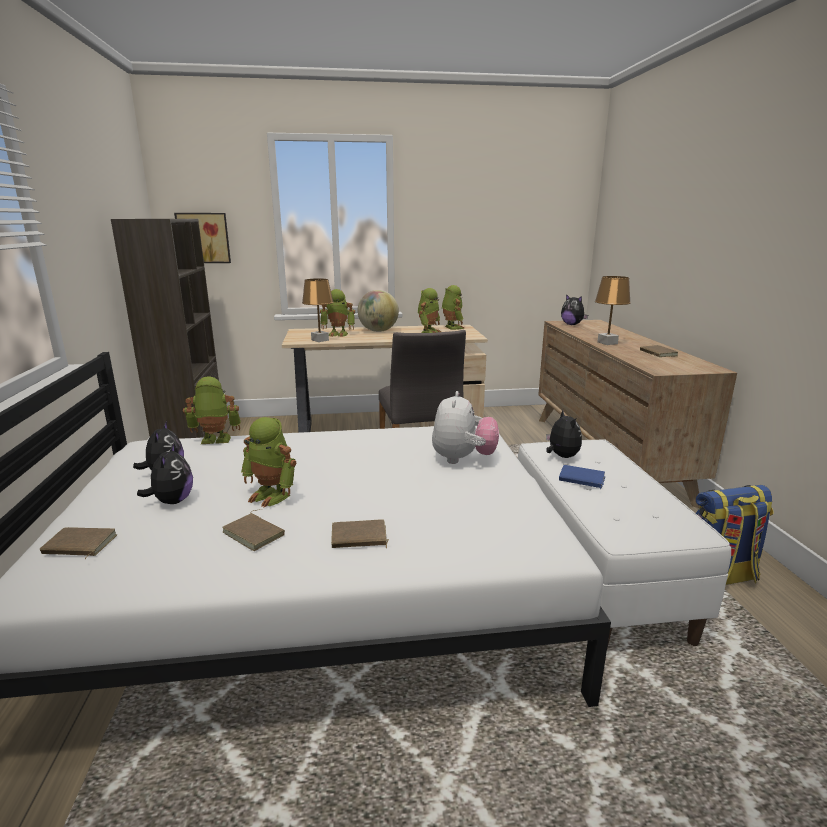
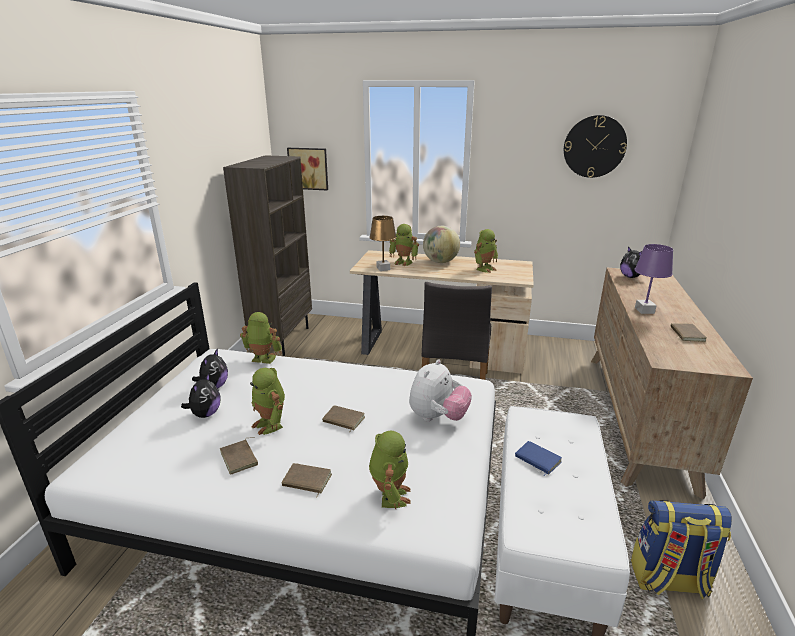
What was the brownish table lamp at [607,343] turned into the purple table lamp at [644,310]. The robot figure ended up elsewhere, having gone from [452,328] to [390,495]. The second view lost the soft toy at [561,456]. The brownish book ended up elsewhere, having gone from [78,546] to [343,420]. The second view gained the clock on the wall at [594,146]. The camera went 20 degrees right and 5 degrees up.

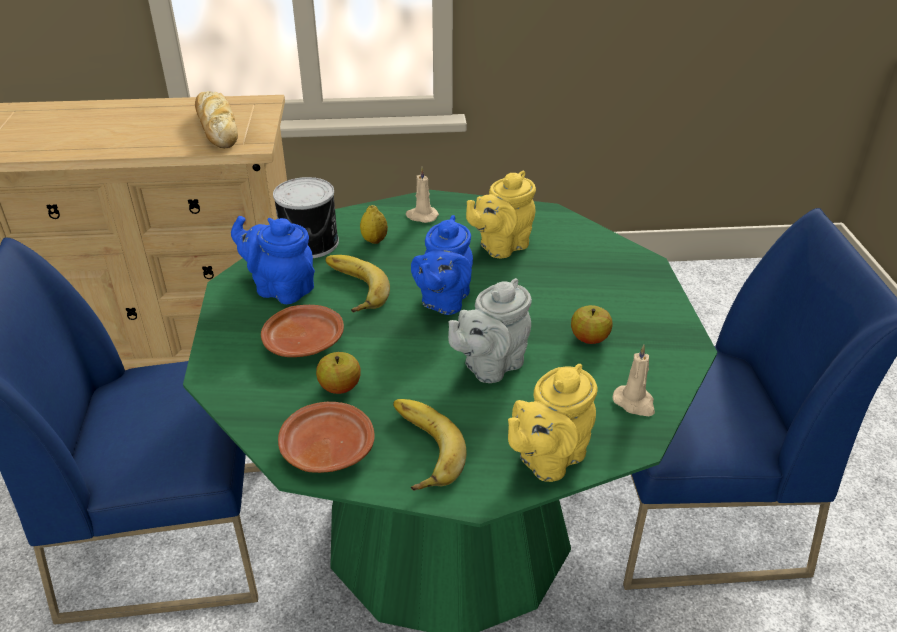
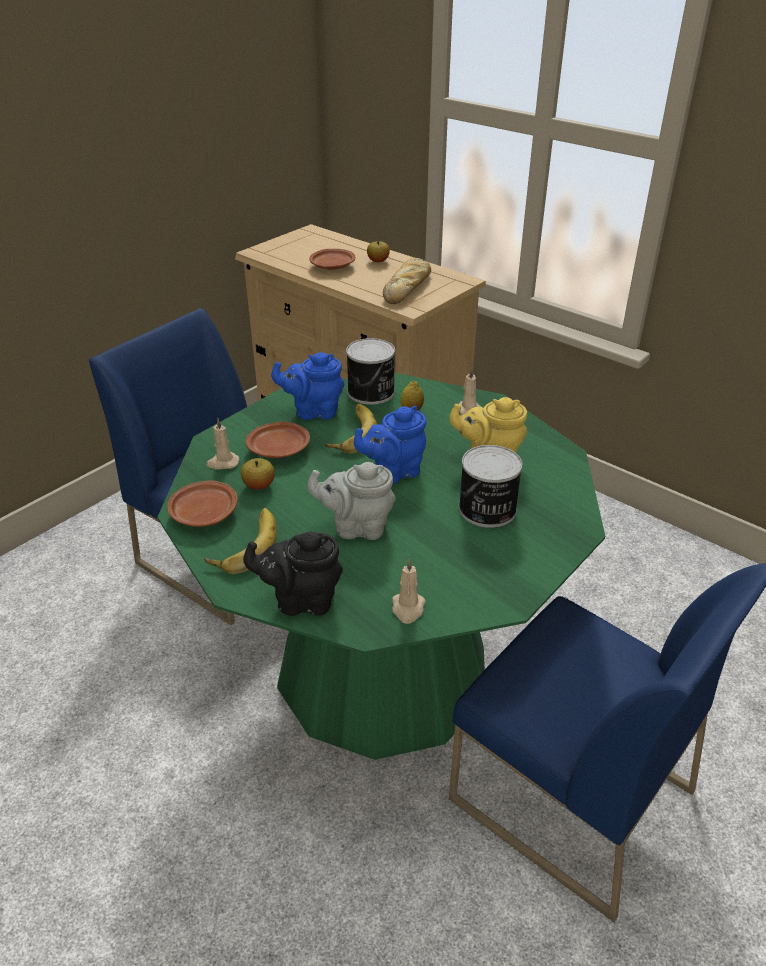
The blue teapot at [280,288] ended up facing another way, 75 degrees counterclockwise from before. The apple fruit ended up elsewhere, having gone from [589,339] to [378,261]. What was the yellow teapot at [548,459] turned into the black-coloured teapot at [301,600]. The second view gained the brownish dinner plate at [332,266]. The second view gained the sand-coloured wax light at [222,463]. The second view gained the can at [487,510]. The camera went 45 degrees right and 0 degrees up.

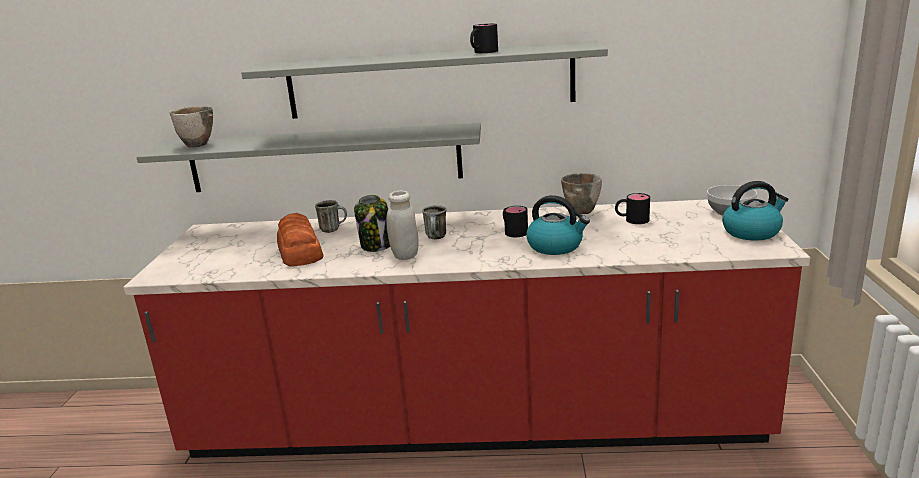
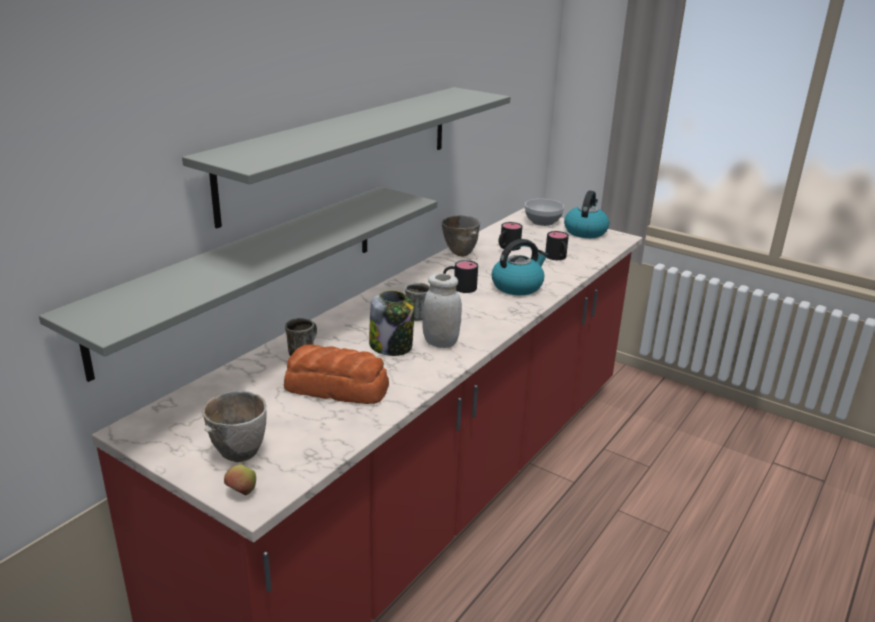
The black-coloured coffee mug ended up elsewhere, having gone from [482,52] to [557,258]. The deep dish ended up elsewhere, having gone from [199,145] to [242,452]. The second view gained the apple fruit at [241,493]. The camera went 60 degrees left and 5 degrees up.

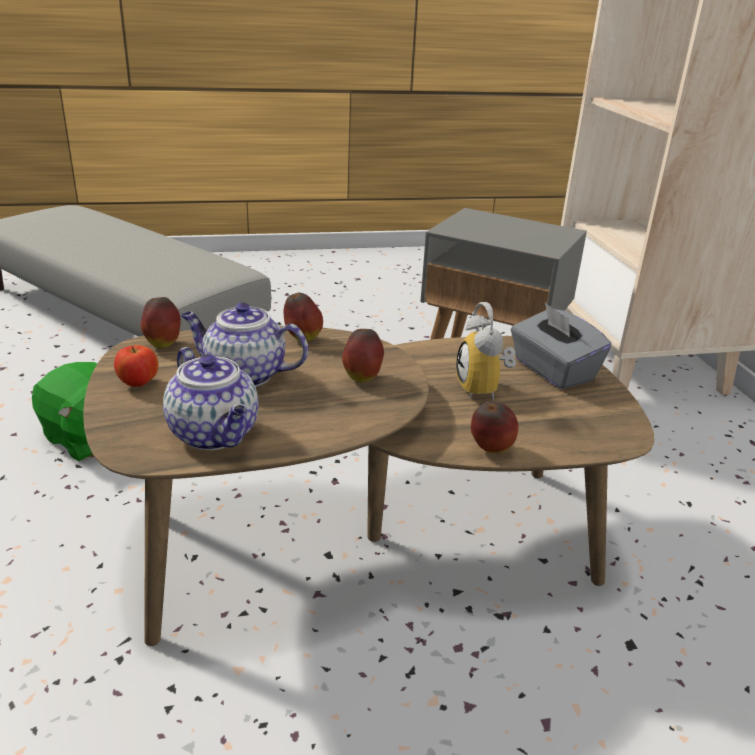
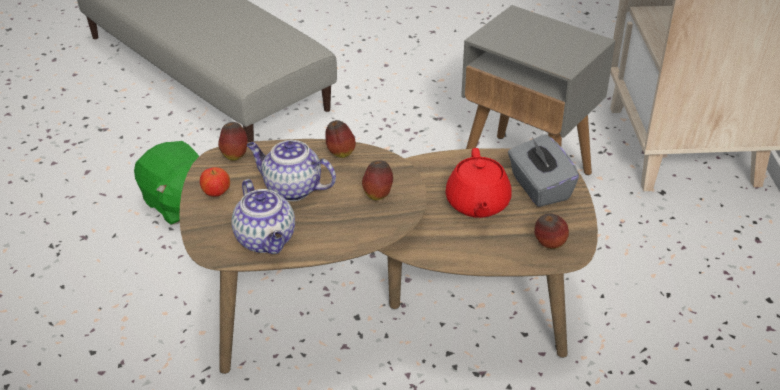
Where the table clock stood at [485,390], the red teapot came to stand at [477,204]. The apple fruit ended up elsewhere, having gone from [490,450] to [549,245]. The camera went 10 degrees right and 10 degrees up.

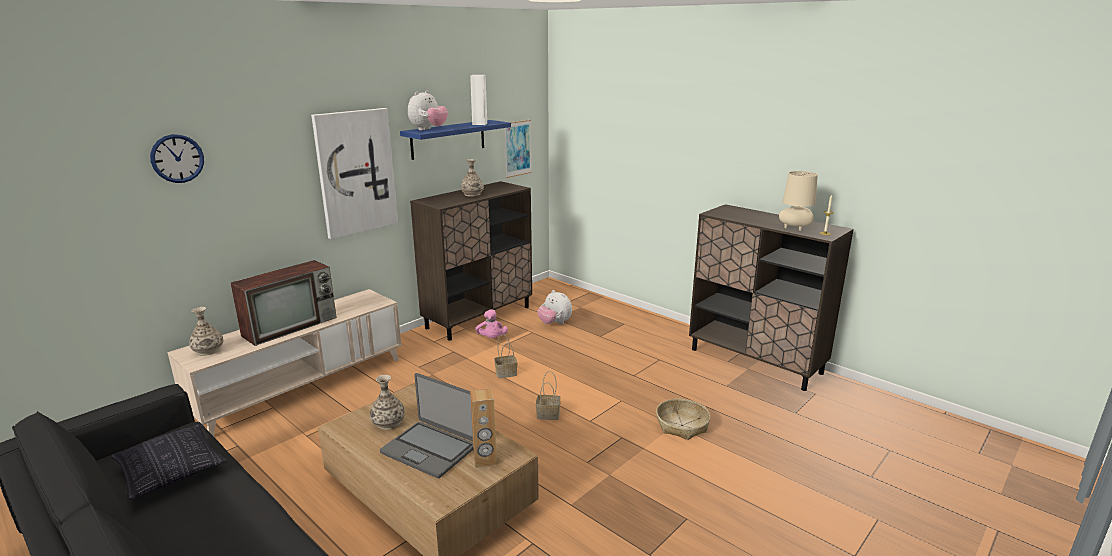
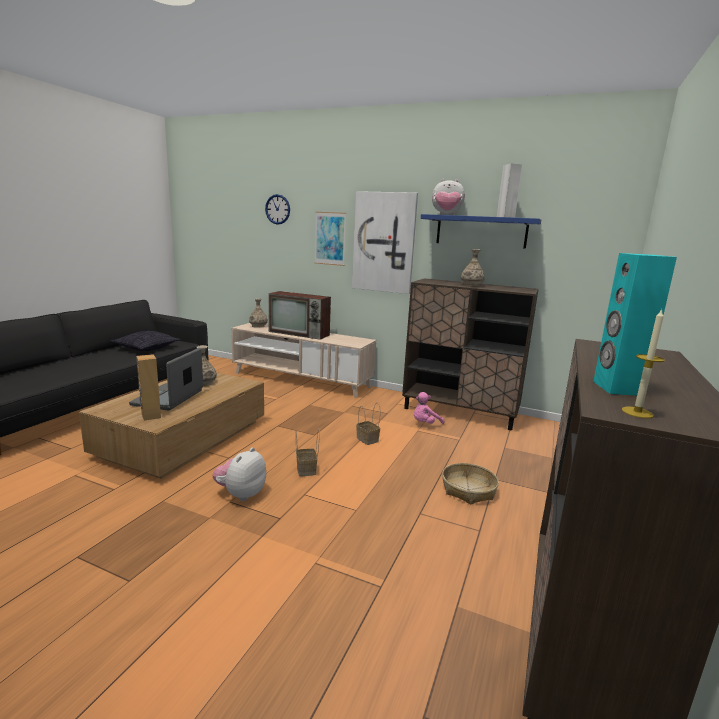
The picture ended up elsewhere, having gone from [517,148] to [330,238]. Where the sand-coloured table lamp stood at [795,229], the turquoise-coloured loudspeaker came to stand at [617,388]. The soft toy ended up elsewhere, having gone from [554,323] to [241,494]. The household basket ended up elsewhere, having gone from [682,425] to [468,490]. The camera went 70 degrees right and 5 degrees down.

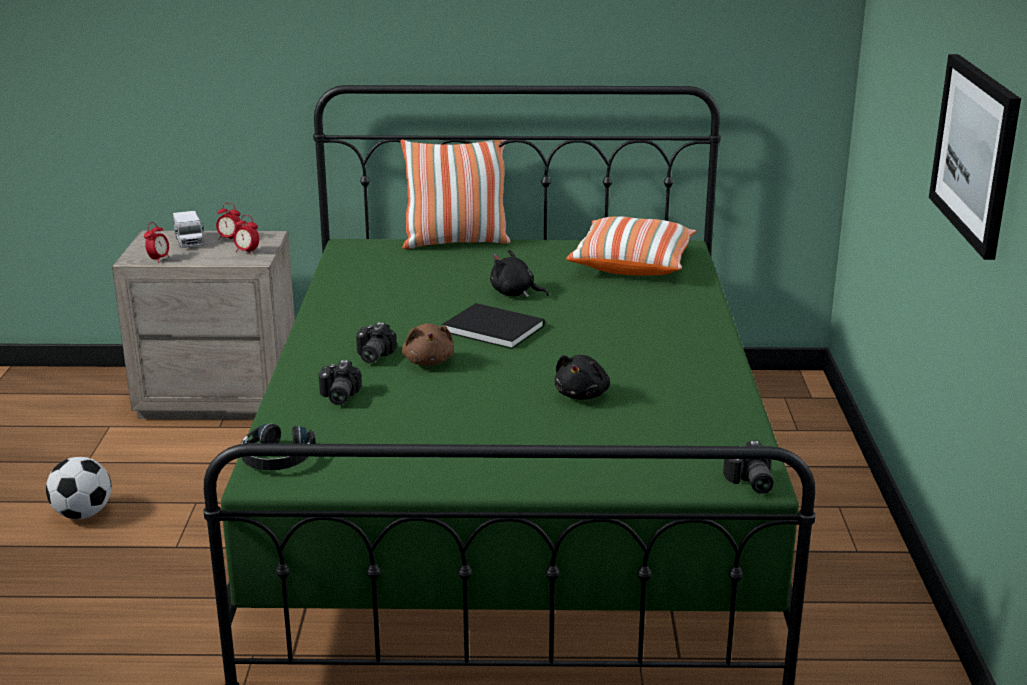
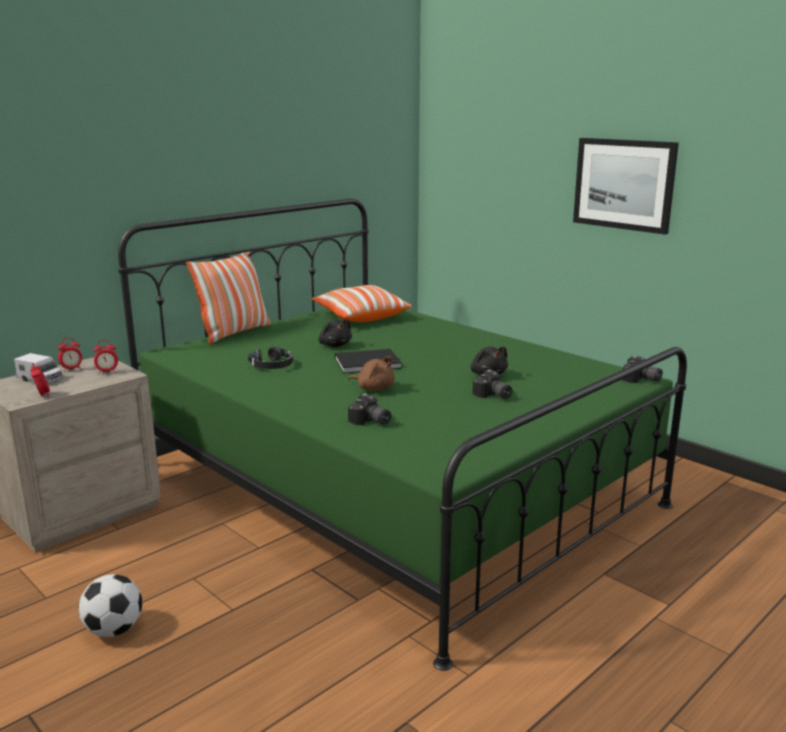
The black-coloured soft toy at [514,293] ended up facing another way, 105 degrees counterclockwise from before. The still camera ended up elsewhere, having gone from [371,356] to [492,396]. The black-coloured headset ended up elsewhere, having gone from [276,458] to [272,365]. The camera went 45 degrees left and 5 degrees down.

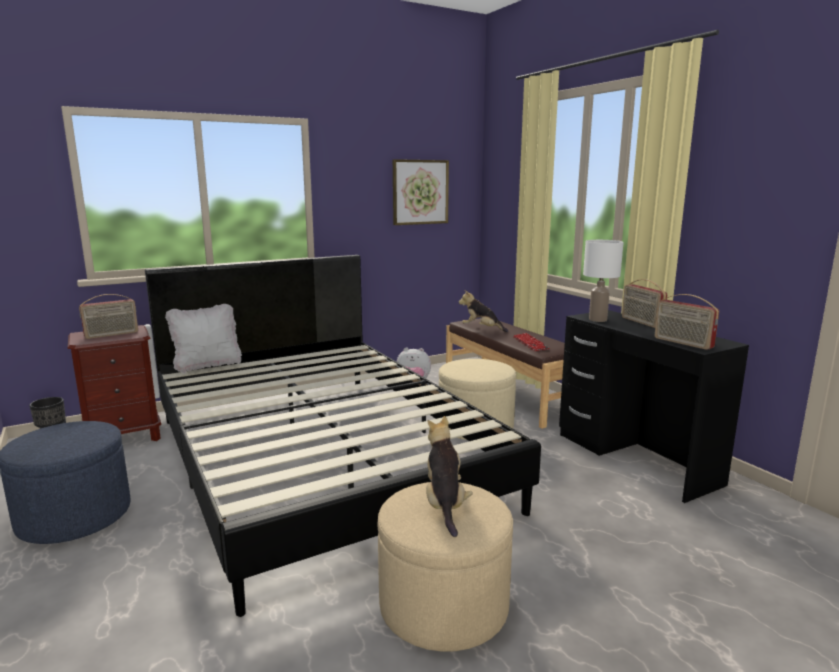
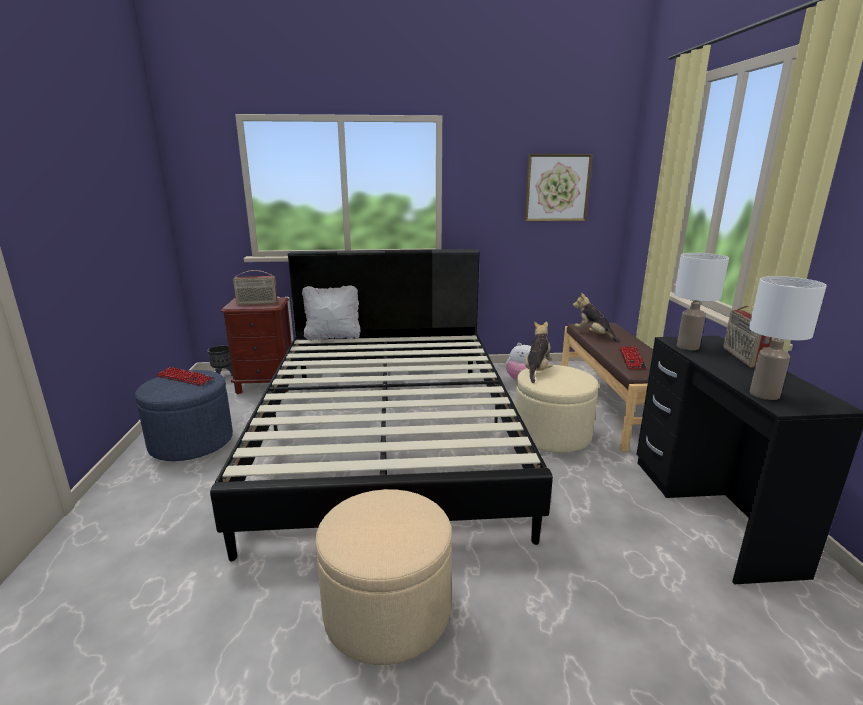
Where the radio stood at [682,343], the whitish table lamp came to stand at [765,394]. The soft toy ended up elsewhere, having gone from [445,504] to [537,371]. The second view gained the PC keyboard at [185,378]. The camera went 25 degrees right and 5 degrees up.

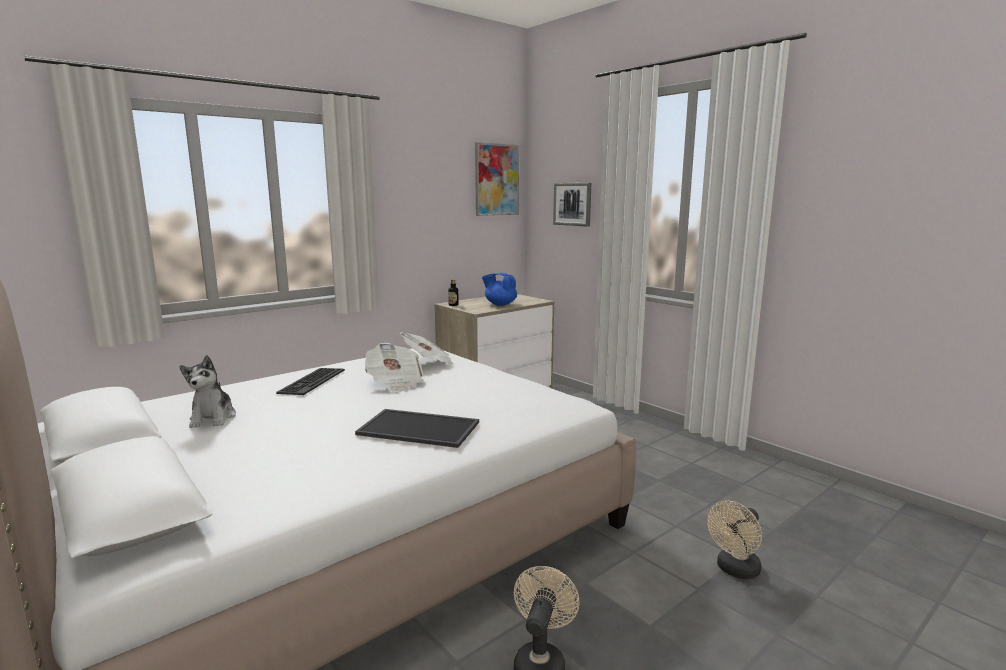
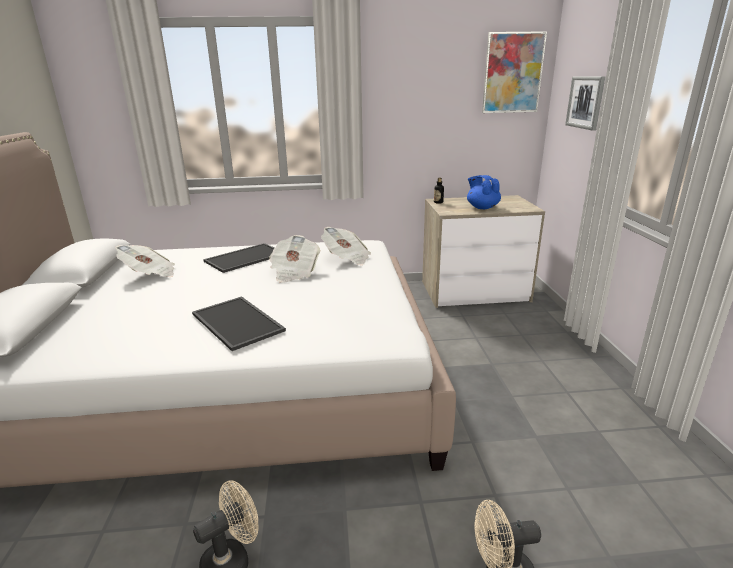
Where the soft toy stood at [213,418], the daily paper came to stand at [150,274]. Where the PC keyboard stood at [311,381], the tray came to stand at [245,257]. The camera went 35 degrees right and 10 degrees up.

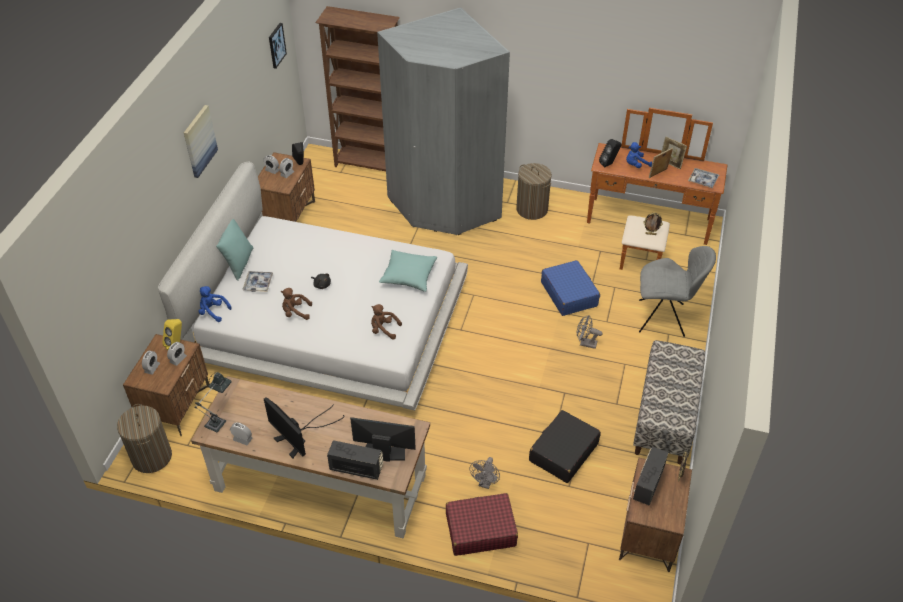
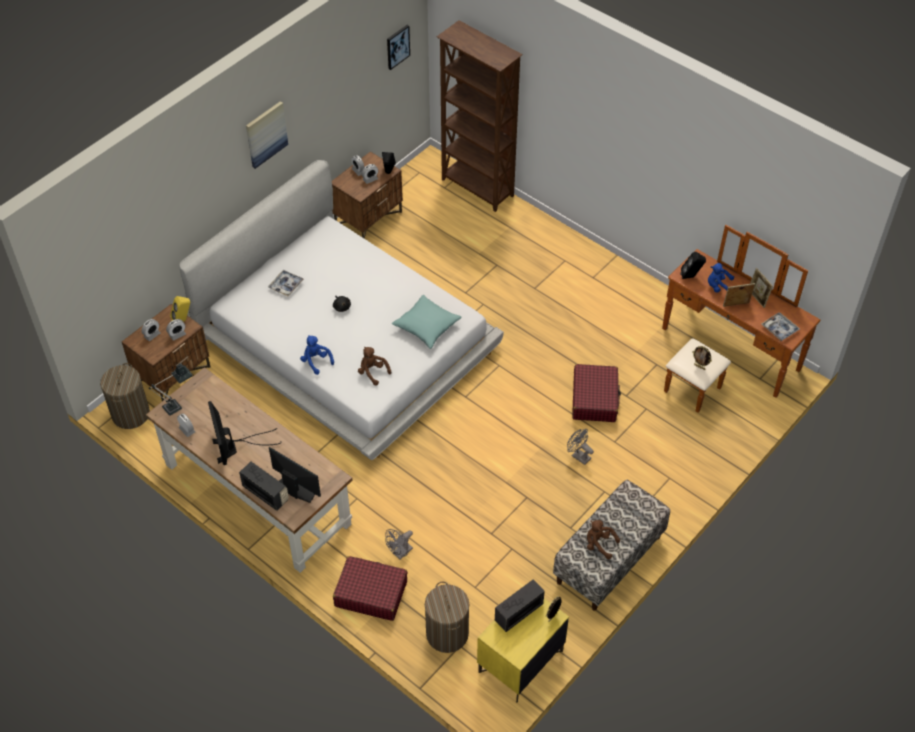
The second view lost the gray clothes cupboard at [445,205]. The washing basket ended up elsewhere, having gone from [532,209] to [447,634]. The second view lost the turquoise-coloured pillow at [238,263]. The second view lost the gray plain chair at [664,318]. What was the blue travel case at [569,294] turned into the red travel case at [594,399]. The blue soft toy ended up elsewhere, having gone from [213,312] to [316,361]. The brownish soft toy ended up elsewhere, having gone from [295,312] to [599,544]. The second view lost the black-coloured travel case at [563,452]. What was the brownish nightstand at [649,535] turned into the yellow nightstand at [520,662]. The camera went 25 degrees right and 5 degrees up.

